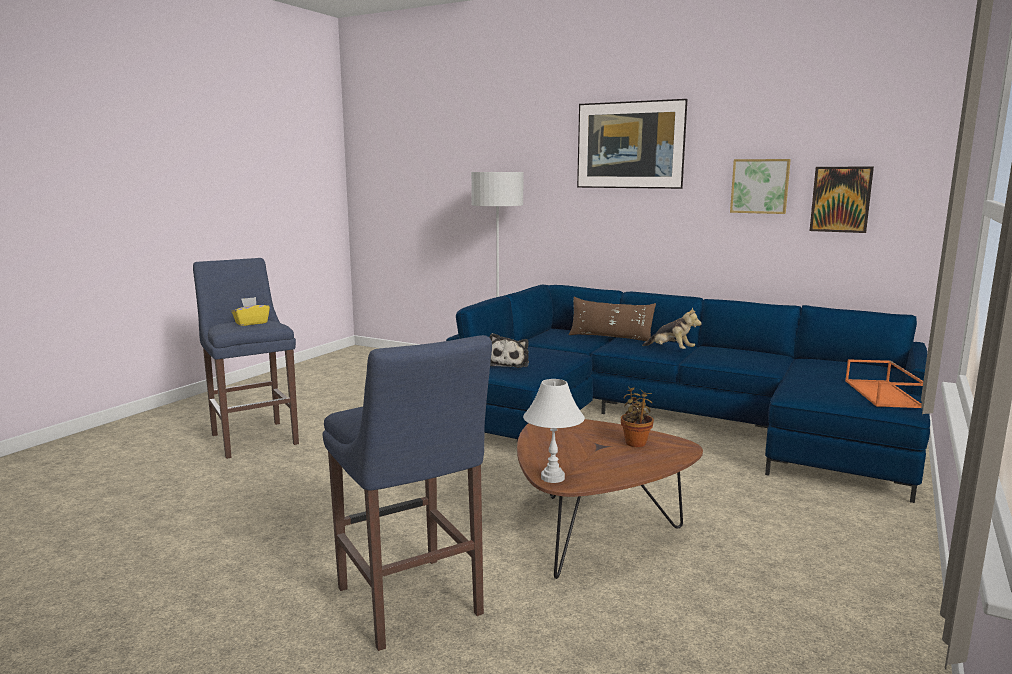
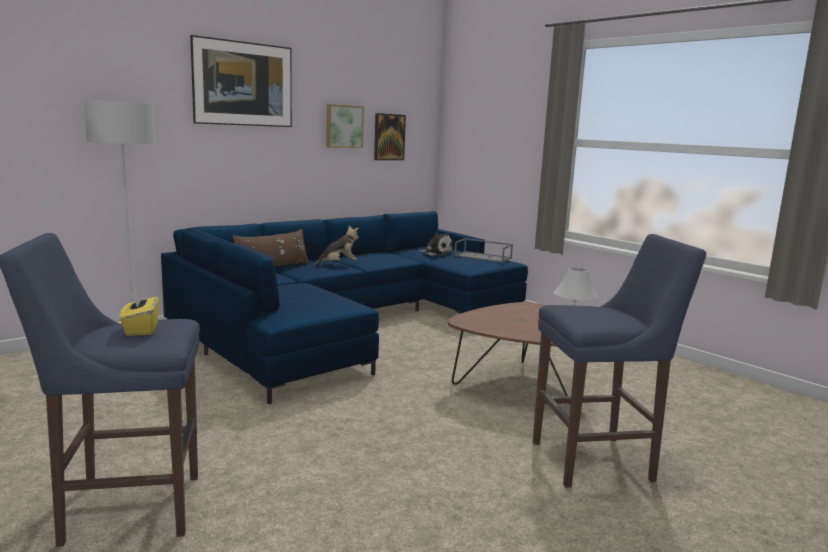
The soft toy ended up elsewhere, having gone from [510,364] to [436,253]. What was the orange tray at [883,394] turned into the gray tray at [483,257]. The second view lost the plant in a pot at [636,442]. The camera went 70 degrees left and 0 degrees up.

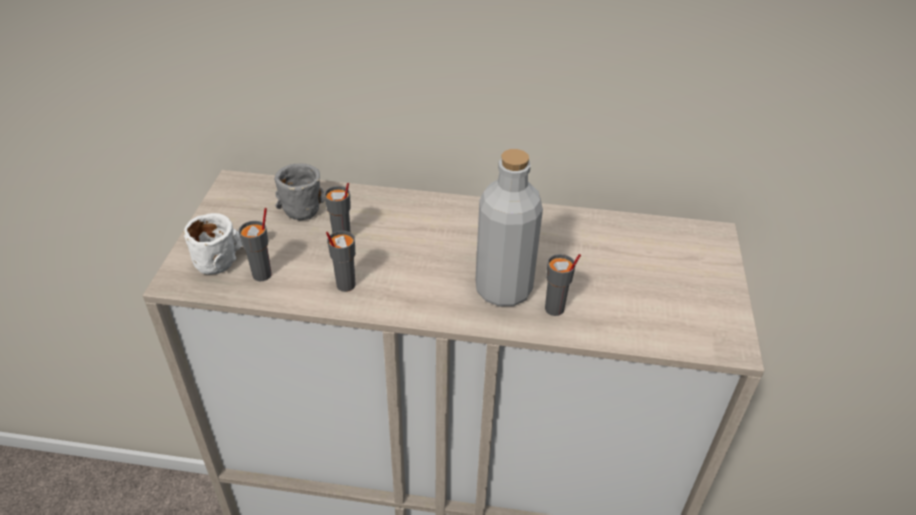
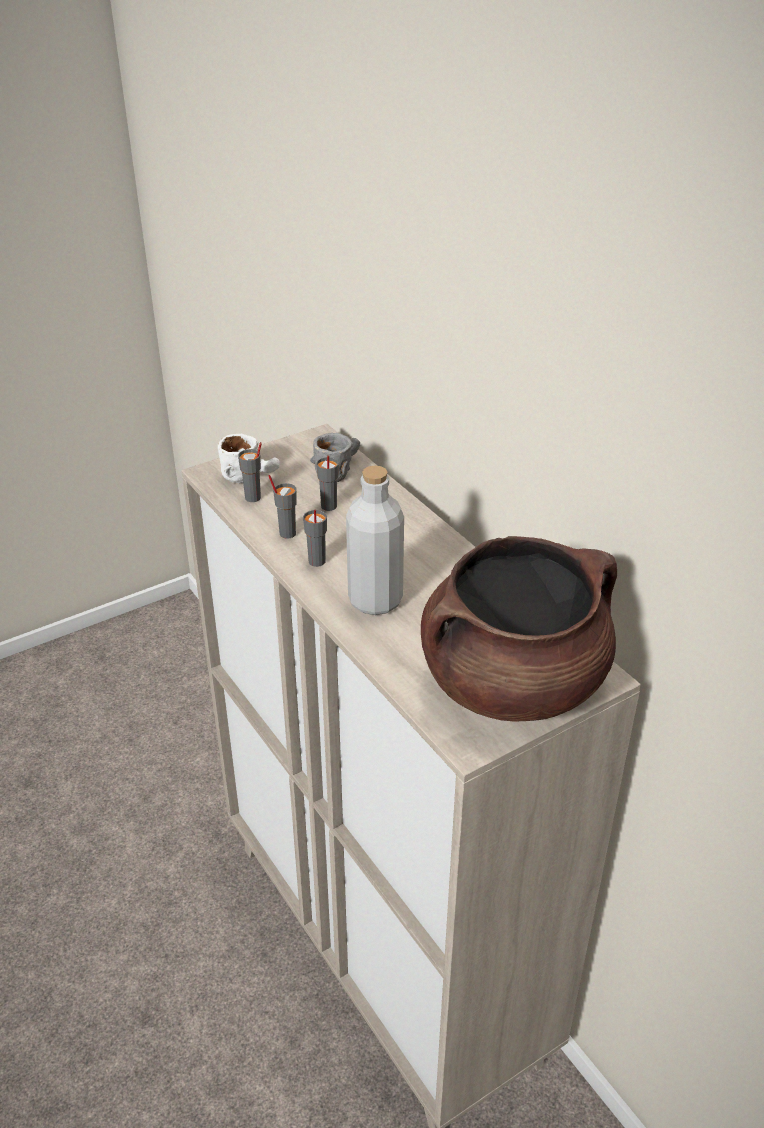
The gray small cup ended up elsewhere, having gone from [554,309] to [316,561]. The second view gained the brownish stockpot at [513,683]. The camera went 50 degrees right and 5 degrees down.

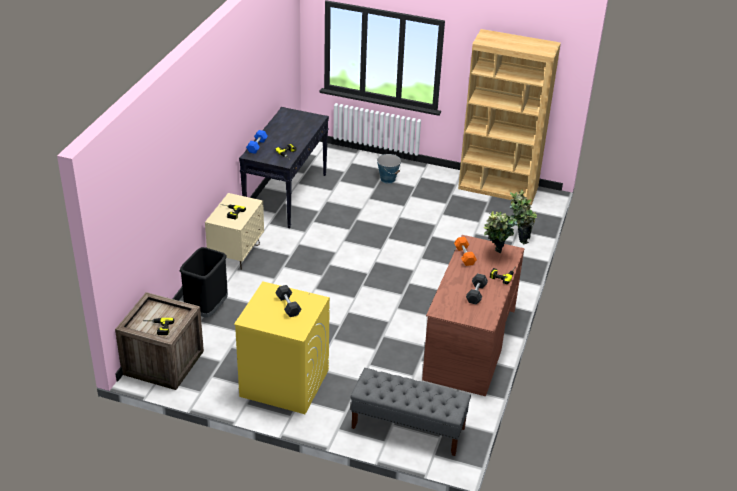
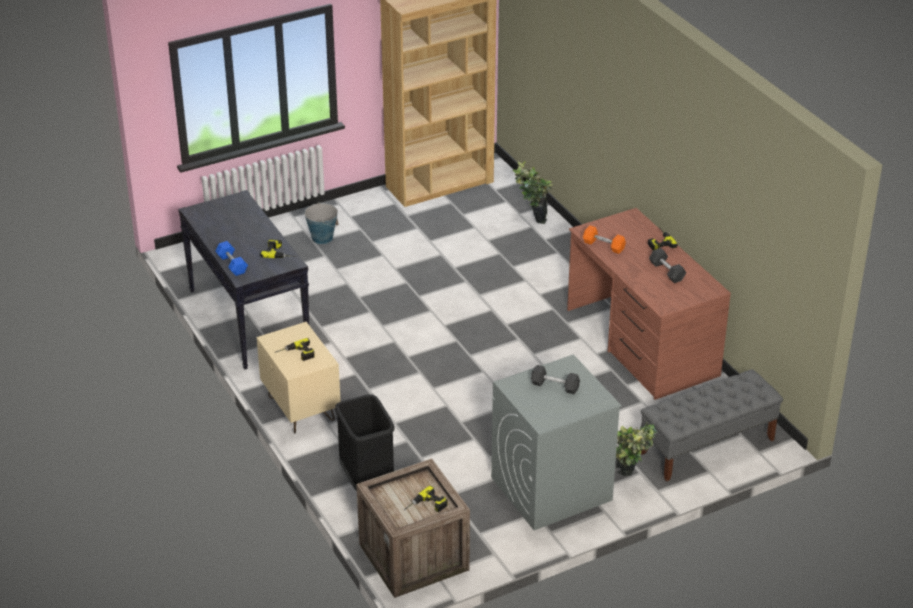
The plant in a pot ended up elsewhere, having gone from [495,256] to [630,482]. What was the yellow laundry machine at [284,383] turned into the gray laundry machine at [551,489]. The camera went 45 degrees left and 0 degrees up.

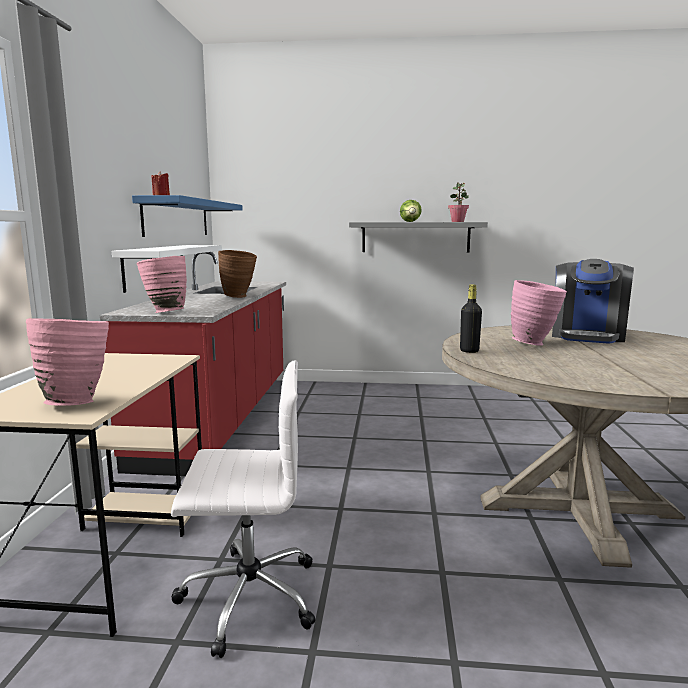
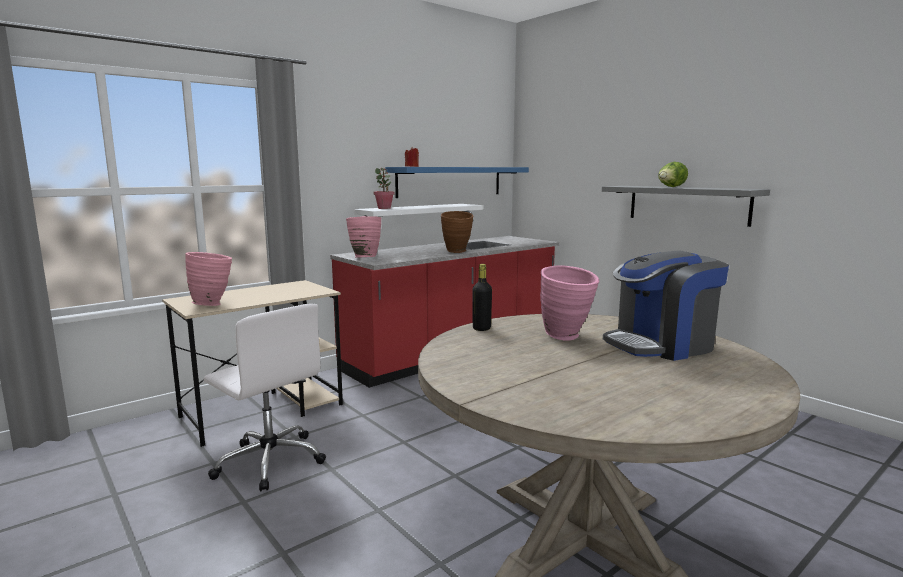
The plant in a pot ended up elsewhere, having gone from [457,222] to [384,208]. The camera went 45 degrees right and 0 degrees up.

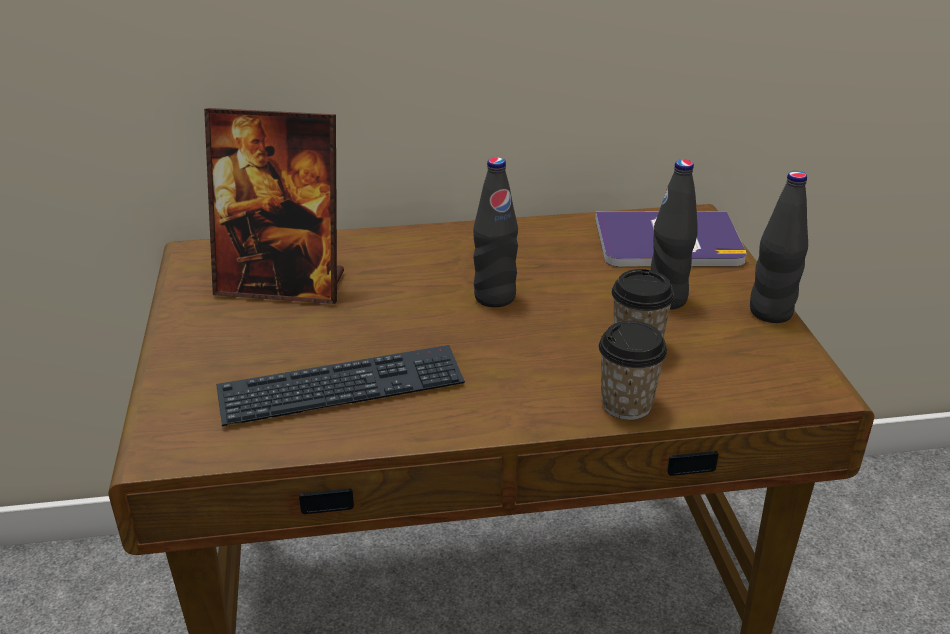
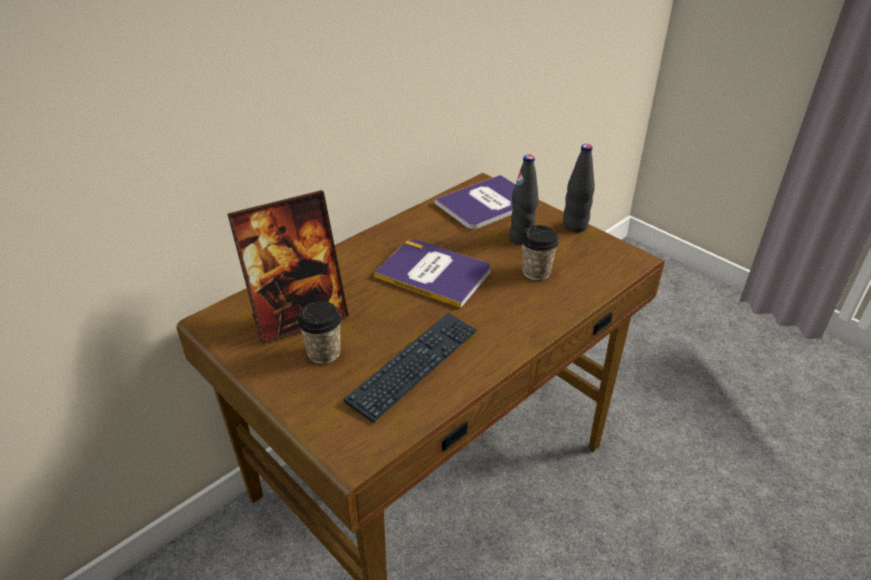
Where the black-coloured bottle stood at [494,297], the book came to stand at [434,273]. The small cup ended up elsewhere, having gone from [626,404] to [324,353]. The camera went 35 degrees left and 5 degrees up.

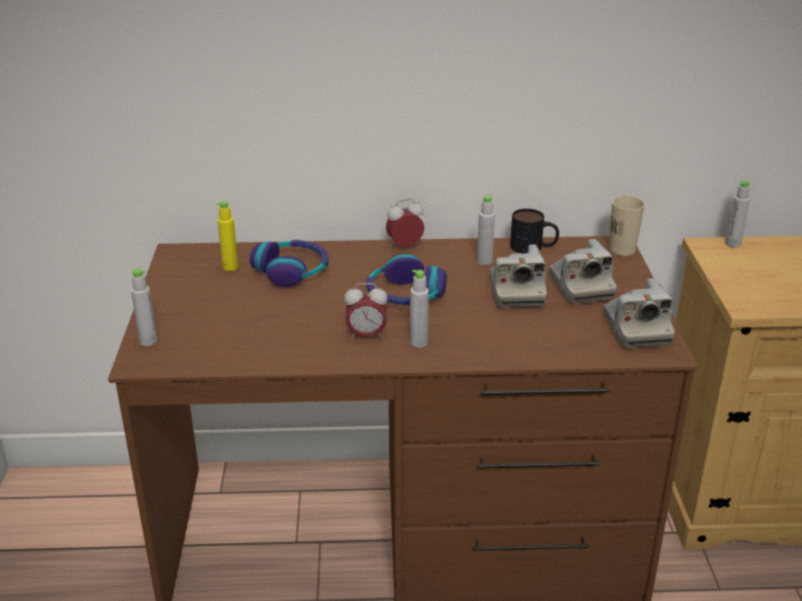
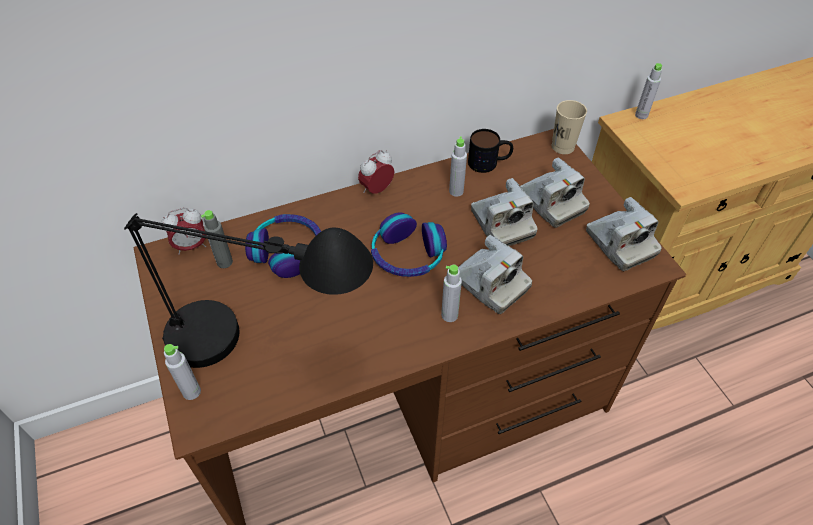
What was the yellow bottle at [230,267] turned into the gray bottle at [224,262]. The table clock ended up elsewhere, having gone from [366,336] to [191,246]. The second view gained the black-coloured table lamp at [264,349]. The second view gained the still camera at [490,284]. The camera went 20 degrees left and 20 degrees up.

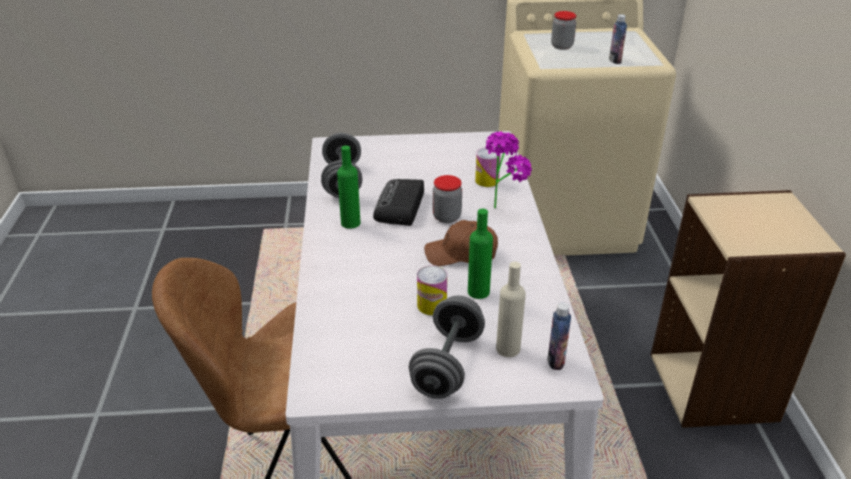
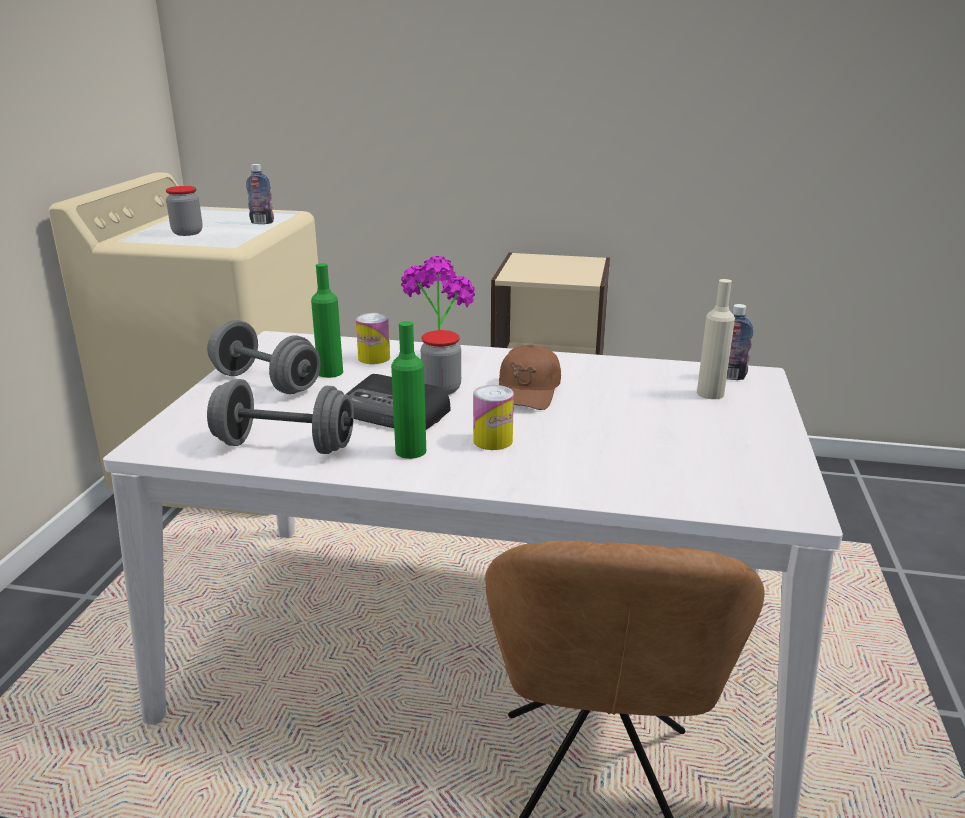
The greenish bottle ended up elsewhere, having gone from [478,291] to [330,372]. The can ended up elsewhere, having gone from [431,305] to [493,440]. The gray free weight ended up elsewhere, having gone from [447,364] to [266,382]. The camera went 75 degrees left and 10 degrees down.

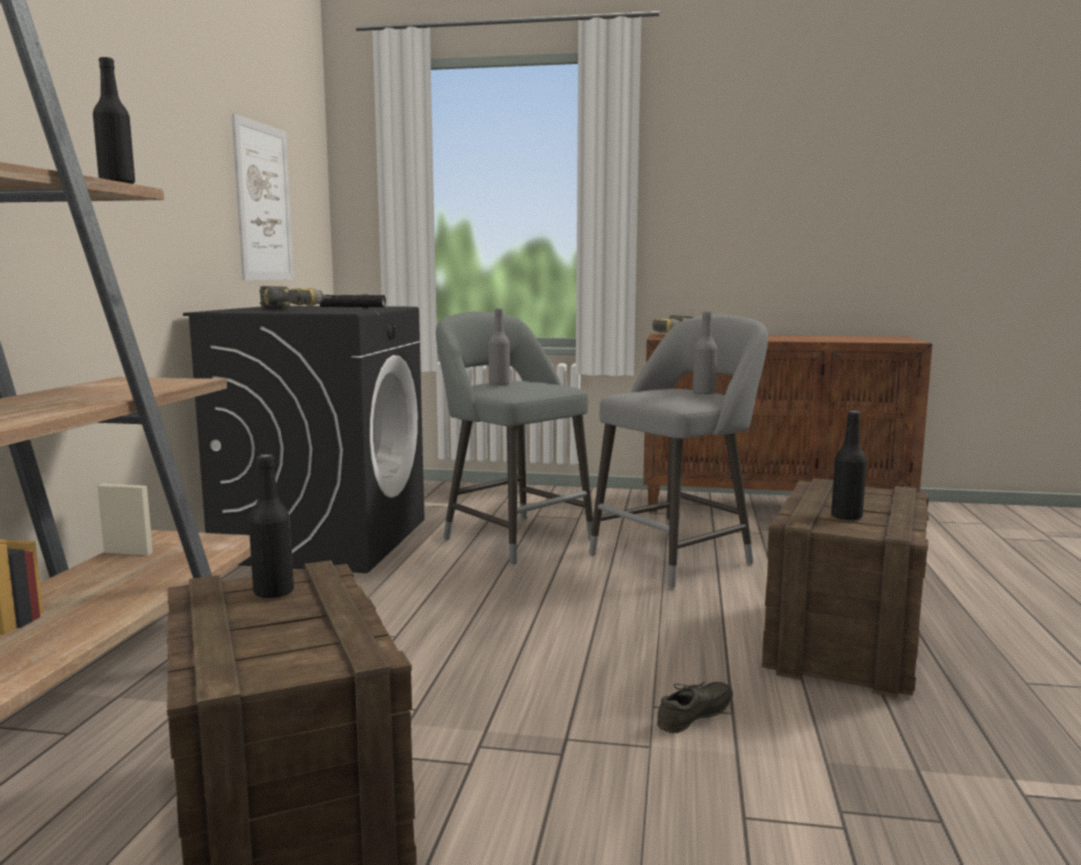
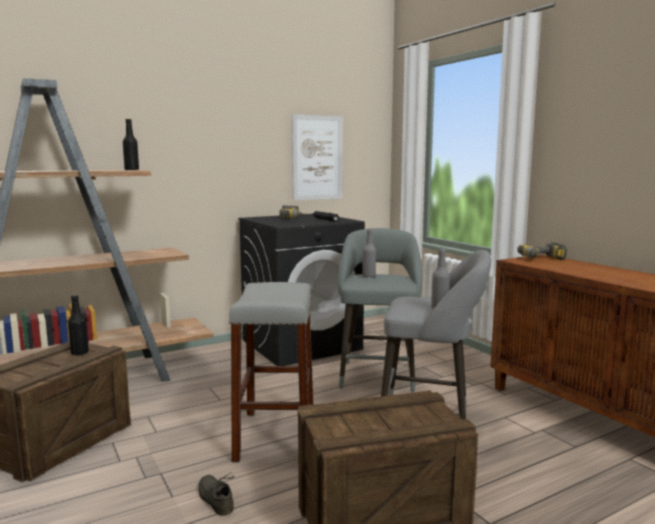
The second view lost the black-coloured bottle at [846,517]. The gray low shoe at [697,716] ended up facing another way, 135 degrees counterclockwise from before. The second view gained the gray stool at [276,435]. The camera went 50 degrees right and 0 degrees up.

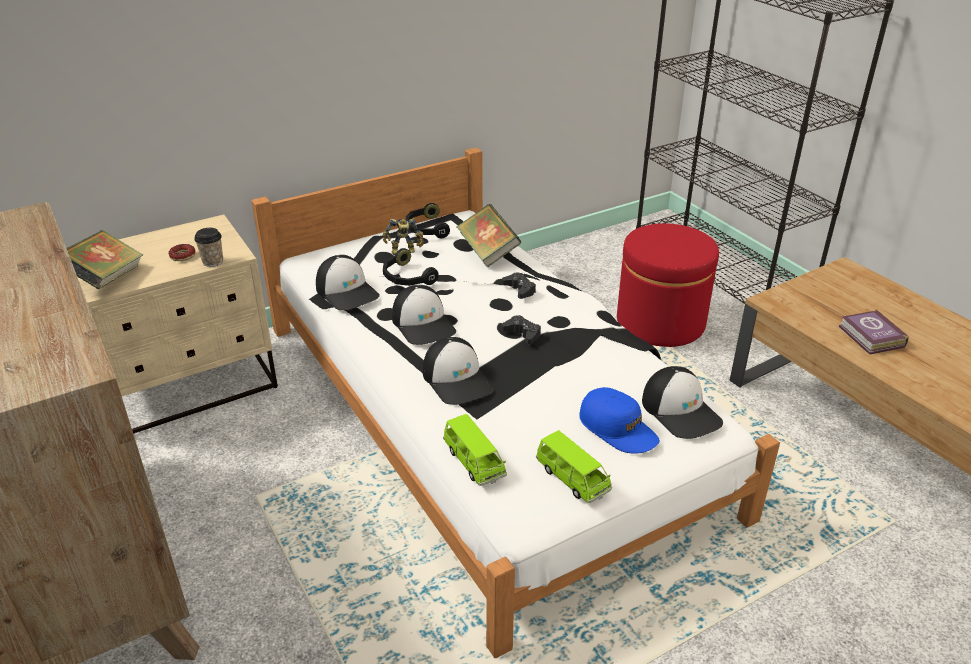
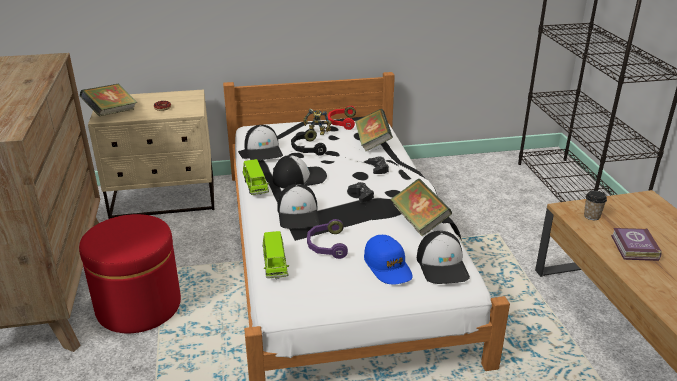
What was the black-coloured headset at [425,229] turned into the red headset at [341,122]. The red ottoman ended up elsewhere, having gone from [660,322] to [139,306]. The small cup ended up elsewhere, having gone from [213,261] to [592,216]. The peaked cap at [424,324] ended up facing another way, 105 degrees counterclockwise from before. The greenish toy car ended up elsewhere, having gone from [572,479] to [255,186]. The second view gained the book at [419,221]. The second view gained the purple headset at [326,245]. The camera went 20 degrees right and 5 degrees down.

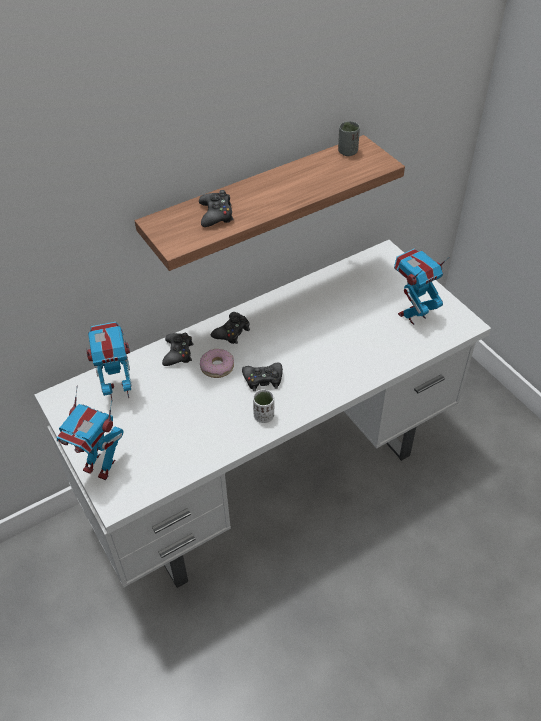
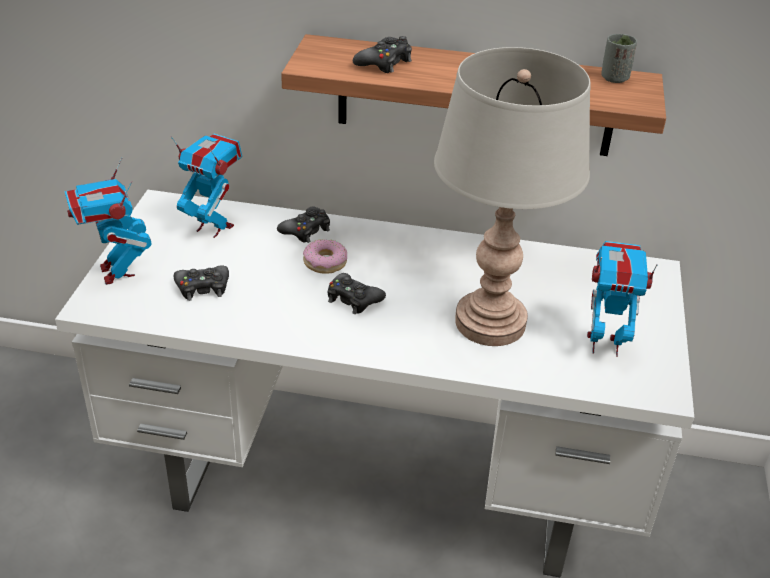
The black-coloured gamepad ended up elsewhere, having gone from [232,332] to [203,288]. The second view lost the whitish small cup at [264,416]. The second view gained the gray table lamp at [490,323]. The camera went 40 degrees right and 10 degrees down.

